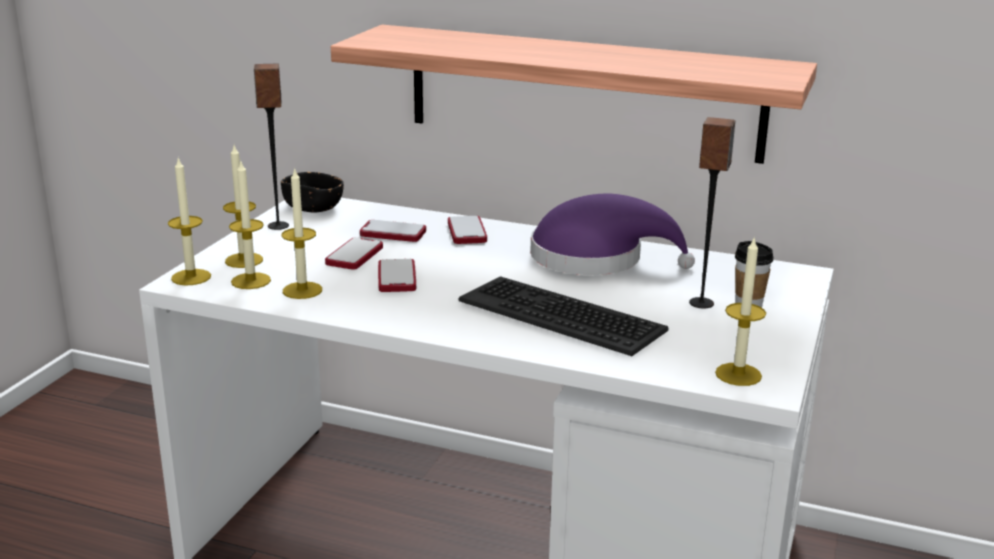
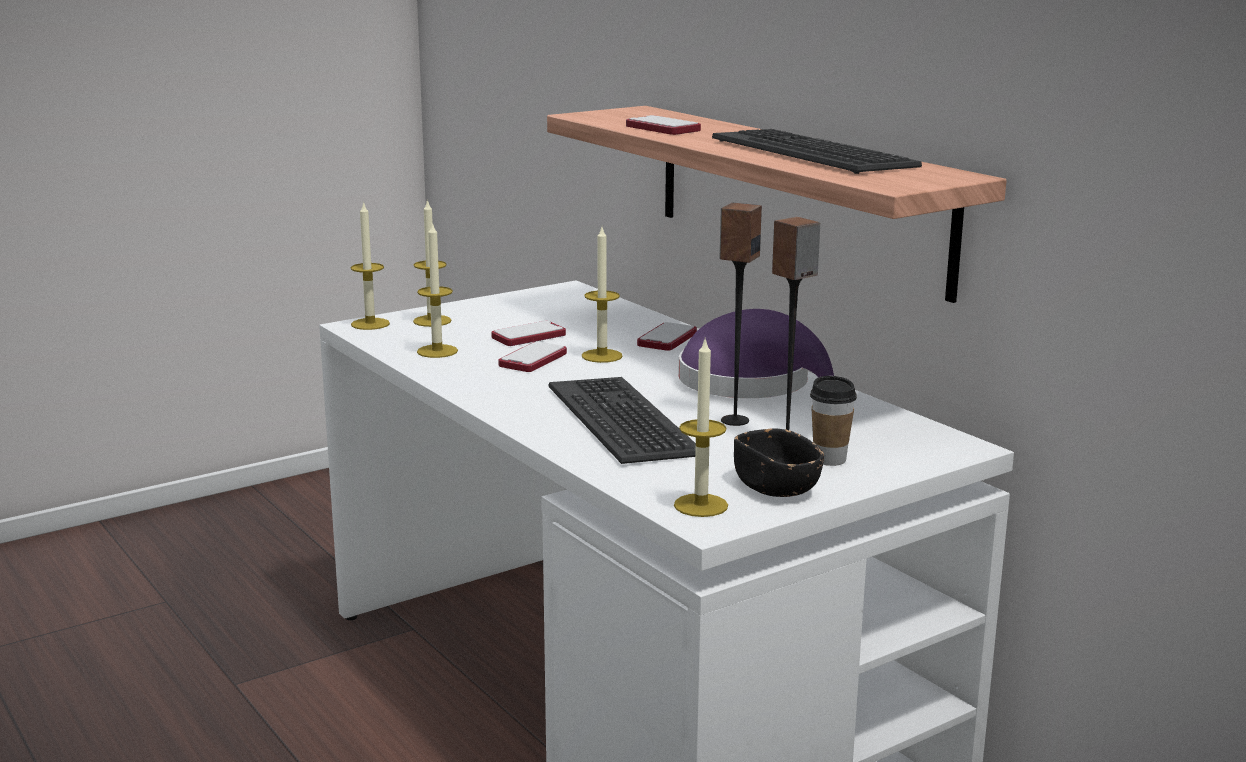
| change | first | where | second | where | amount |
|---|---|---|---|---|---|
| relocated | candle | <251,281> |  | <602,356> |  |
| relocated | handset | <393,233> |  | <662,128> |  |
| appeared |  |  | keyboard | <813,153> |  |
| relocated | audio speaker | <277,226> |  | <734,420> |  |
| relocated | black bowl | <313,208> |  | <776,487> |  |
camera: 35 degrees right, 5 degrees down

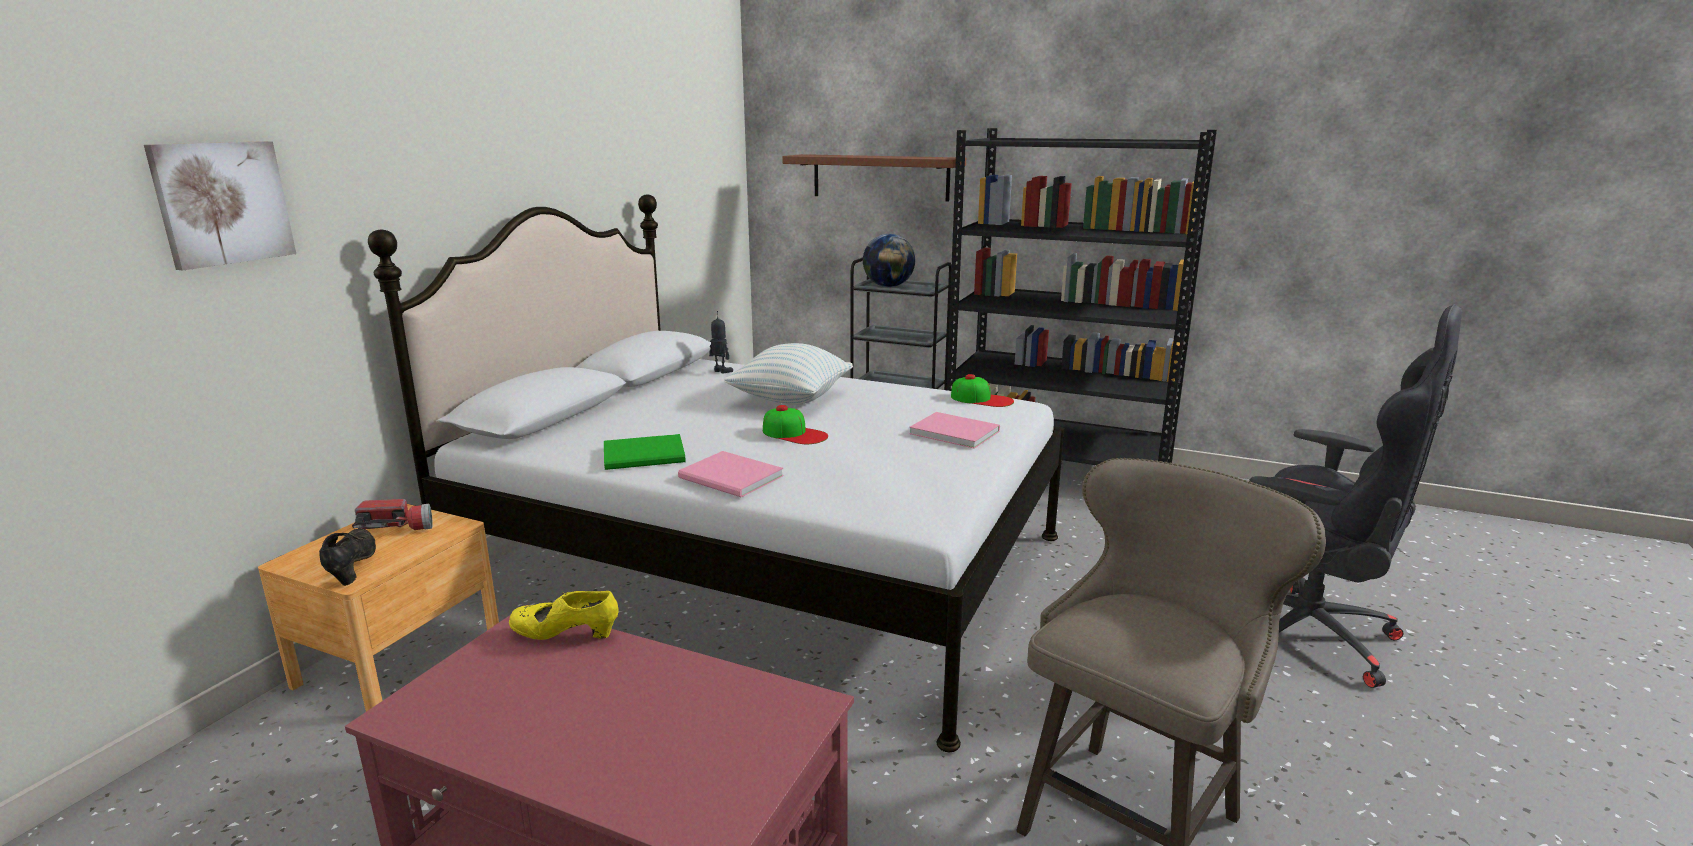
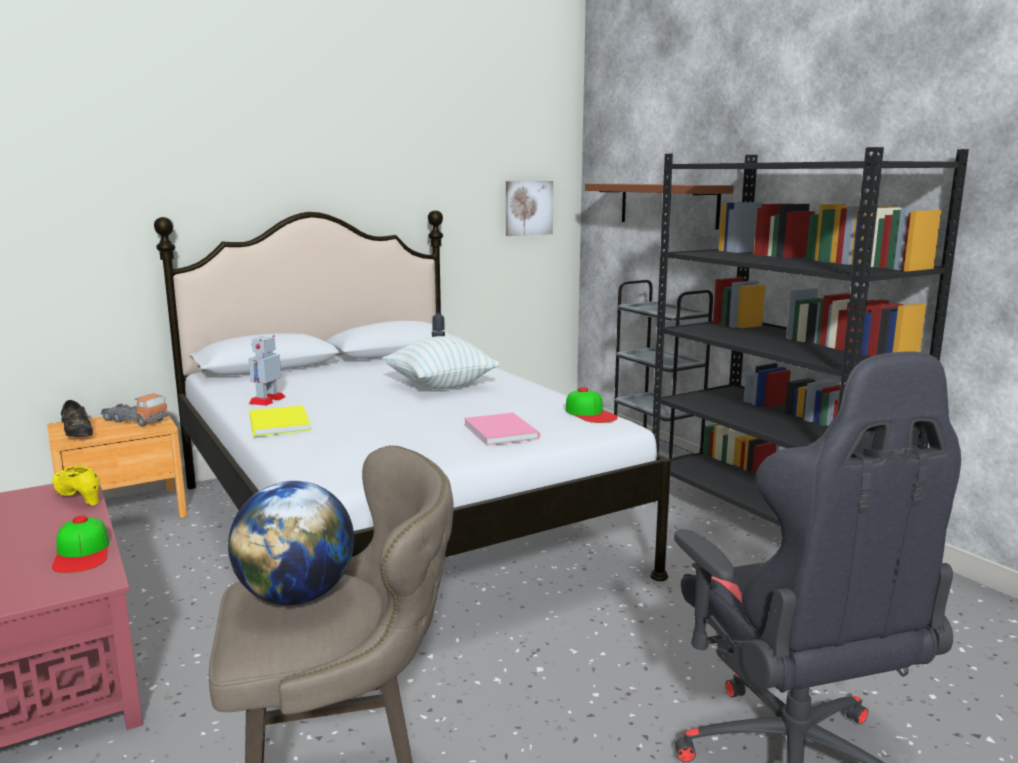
| change | first | where | second | where | amount |
|---|---|---|---|---|---|
| relocated | cap | <794,434> |  | <82,553> |  |
| spun | black item of footwear | <352,568> |  | <78,435> | 120 degrees clockwise |
| exchanged | torch | <397,528> | model truck | <135,421> |  |
| relocated | globe | <888,286> |  | <296,596> |  |
| exchanged | green bound book | <646,455> | robot figure | <267,400> |  |
| colour | pink-coloured bound book | <731,478> | yellow-coloured bound book | <277,424> |  |
| relocated | wall picture | <222,203> |  | <528,208> |  |
camera: 35 degrees right, 5 degrees down

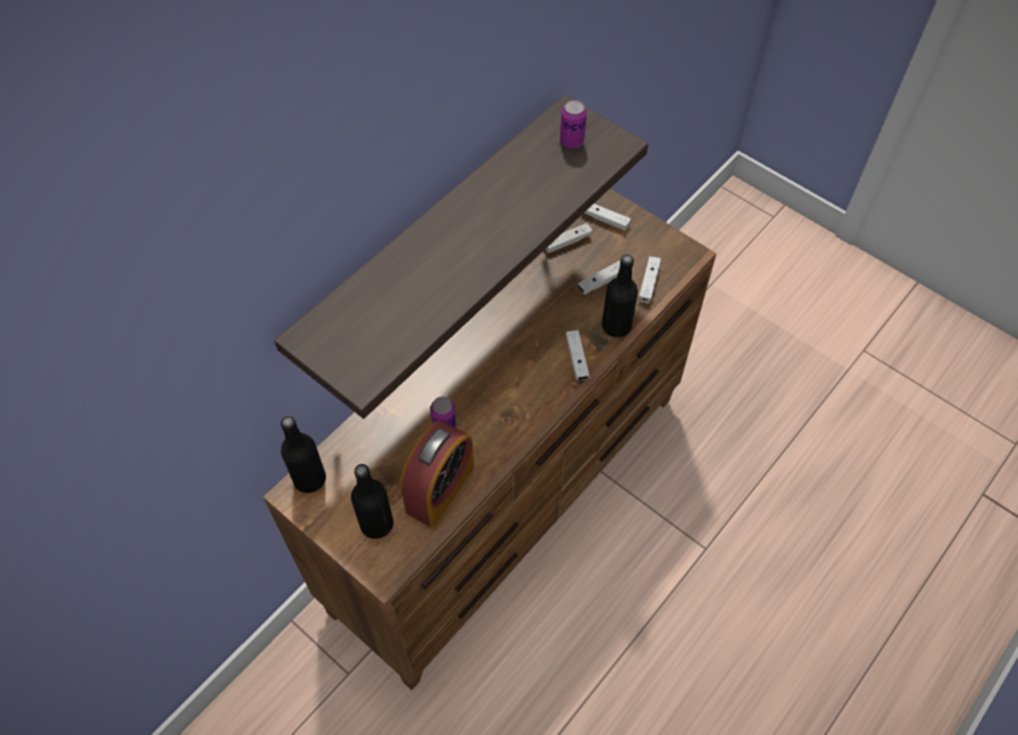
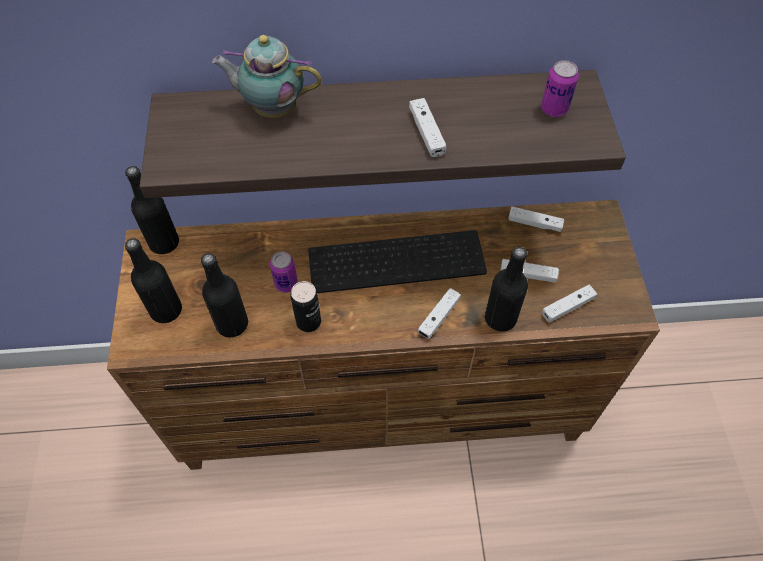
| change | first | where | second | where | amount |
|---|---|---|---|---|---|
| exchanged | bedside clock | <440,489> | black bottle | <232,324> |  |
| appeared |  |  | pot for tea | <272,108> |  |
| appeared |  |  | sealed can | <308,321> |  |
| appeared |  |  | keyboard | <398,259> |  |
| relocated | white-coloured gamepad | <605,220> |  | <426,133> |  |
camera: 45 degrees right, 0 degrees up

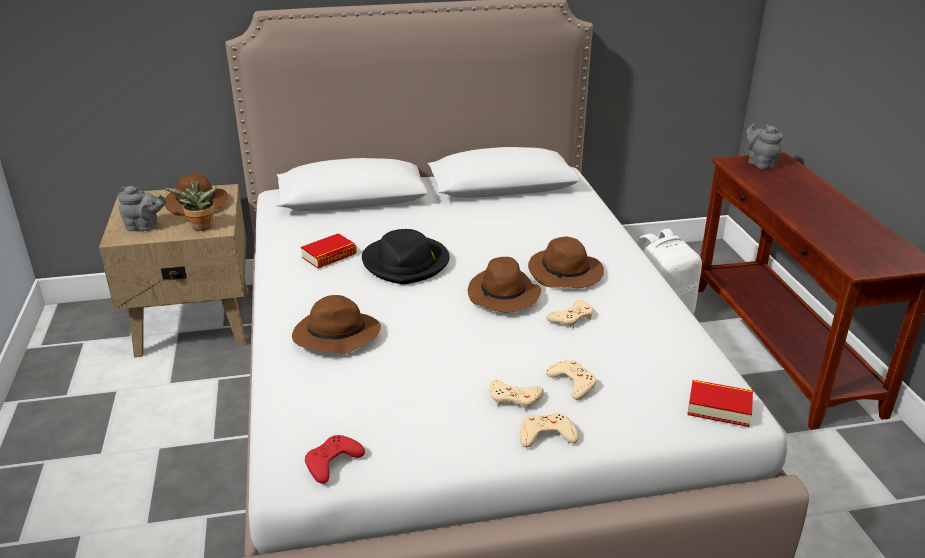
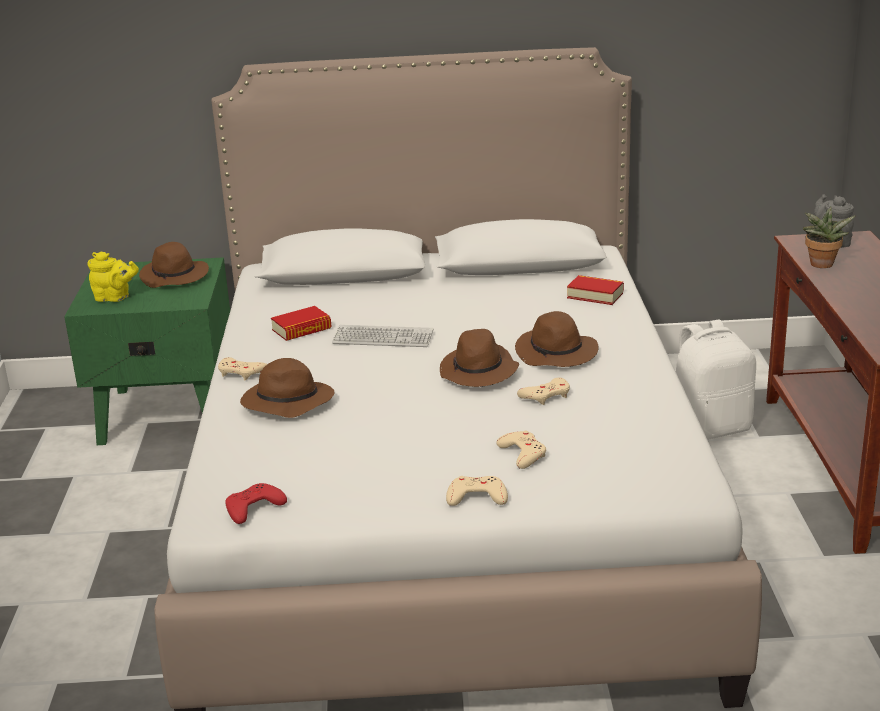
| change | first | where | second | where | amount |
|---|---|---|---|---|---|
| colour | beige-coloured night table | <196,322> | green night table | <169,413> |  |
| colour | grey pot for tea | <145,227> | yellow-coloured pot for tea | <115,298> |  |
| relocated | beige-coloured gamepad | <514,398> |  | <241,372> |  |
| exchanged | black clothing hat | <406,263> | keyboard | <383,338> |  |
| relocated | bound book | <719,408> |  | <595,295> |  |
| relocated | potted plant | <201,228> |  | <821,265> |  |
camera: 10 degrees right, 5 degrees down

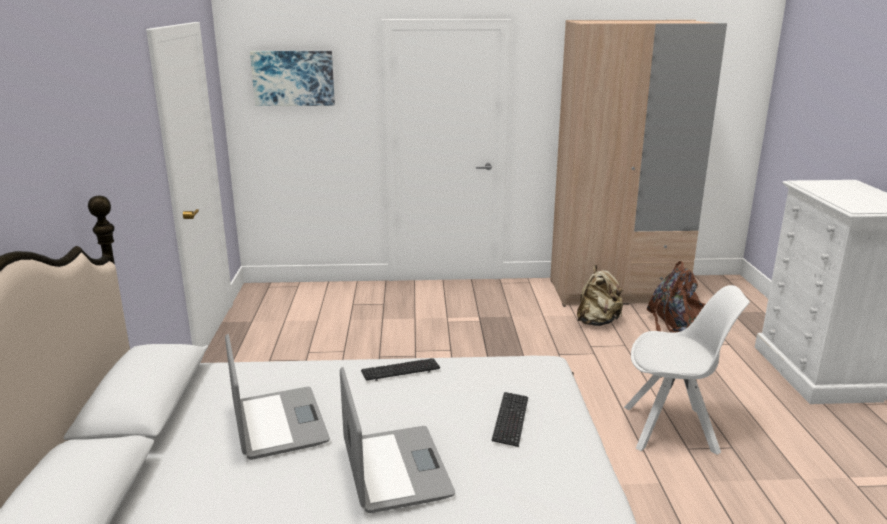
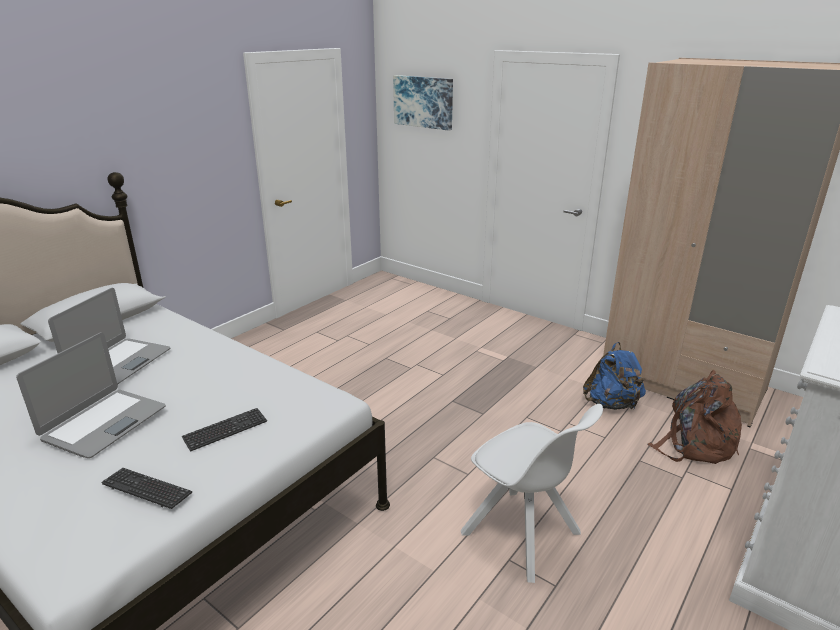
| change | first | where | second | where | amount |
|---|---|---|---|---|---|
| relocated | keyboard | <400,371> |  | <147,489> |  |
| colour | beige-coloured knapsack | <597,322> | bluish knapsack | <611,404> |  |
camera: 40 degrees right, 5 degrees up

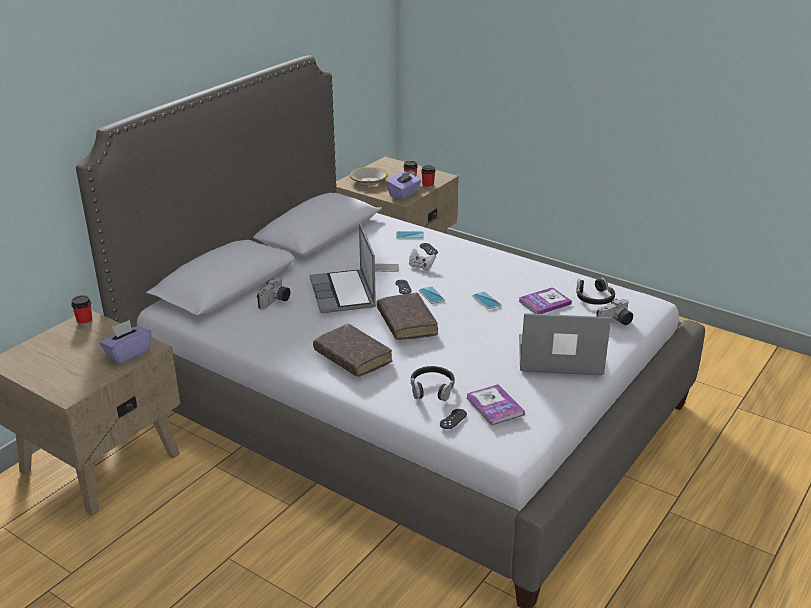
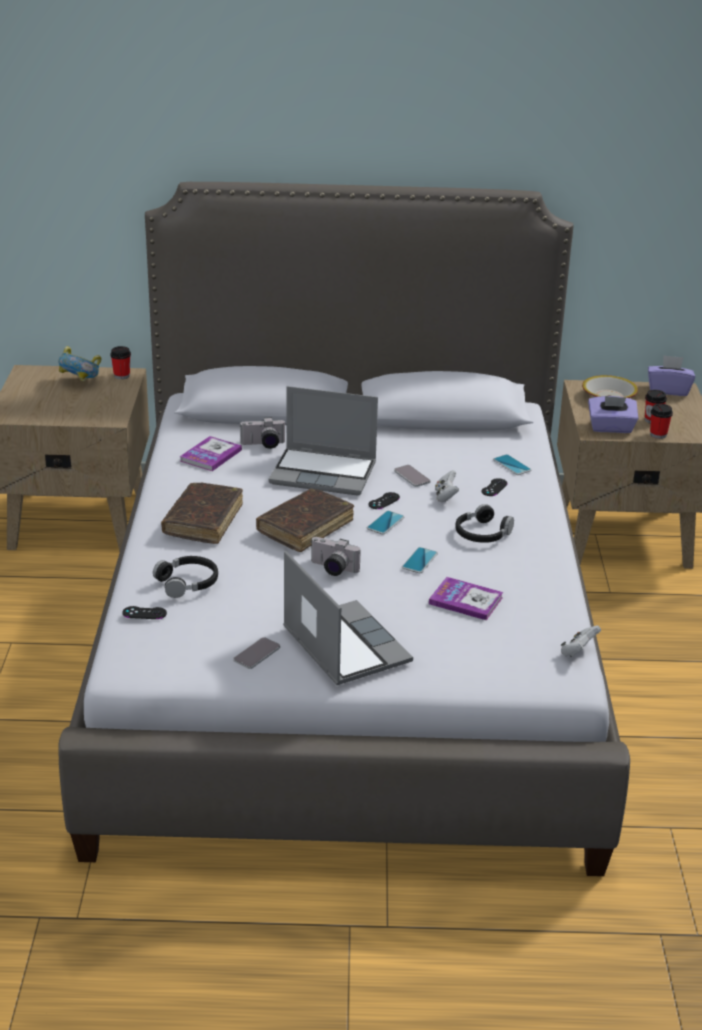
| change | first | where | second | where | amount |
|---|---|---|---|---|---|
| appeared |  |  | bowl | <80,383> |  |
| relocated | bound book | <494,406> |  | <211,455> |  |
| appeared |  |  | handset | <257,654> |  |
| spun | portable computer | <344,293> |  | <325,473> | 120 degrees counterclockwise |
| relocated | still camera | <615,323> |  | <332,569> |  |
| relocated | black headset | <594,298> |  | <482,533> |  |
| appeared |  |  | white-coloured gamepad | <578,652> |  |
| relocated | purple tissue box | <128,354> |  | <668,390> |  |
camera: 55 degrees right, 0 degrees up

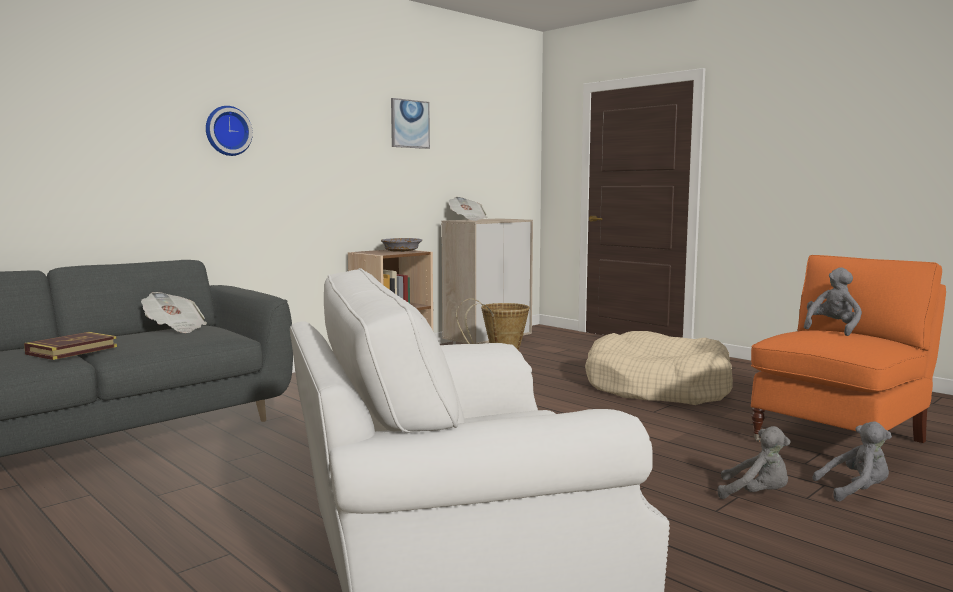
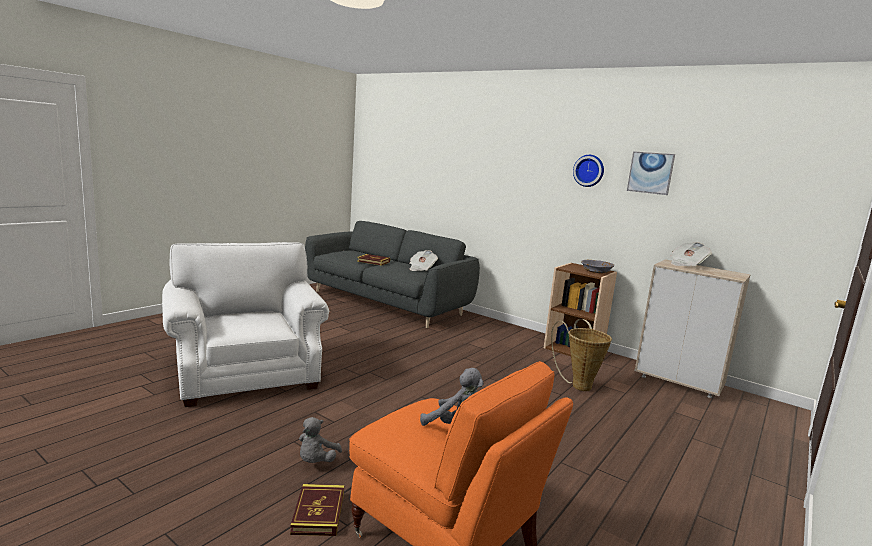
| change | first | where | second | where | amount |
|---|---|---|---|---|---|
| exchanged | grey soft toy | <855,491> | bound book | <318,513> |  |
| relocated | clock on the wall | <227,131> |  | <589,170> |  |
| missing | beige-coloured pet bed | <657,387> |  |  |  |
camera: 80 degrees right, 5 degrees up

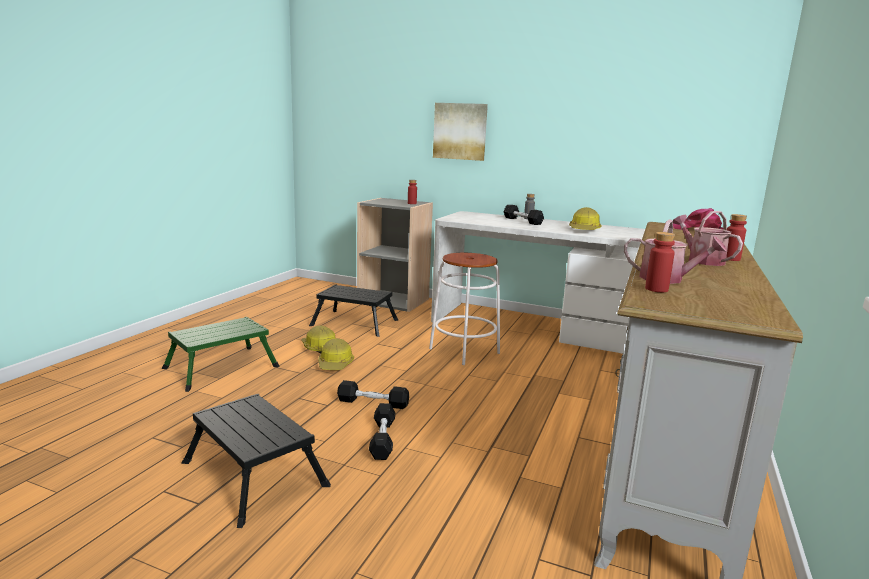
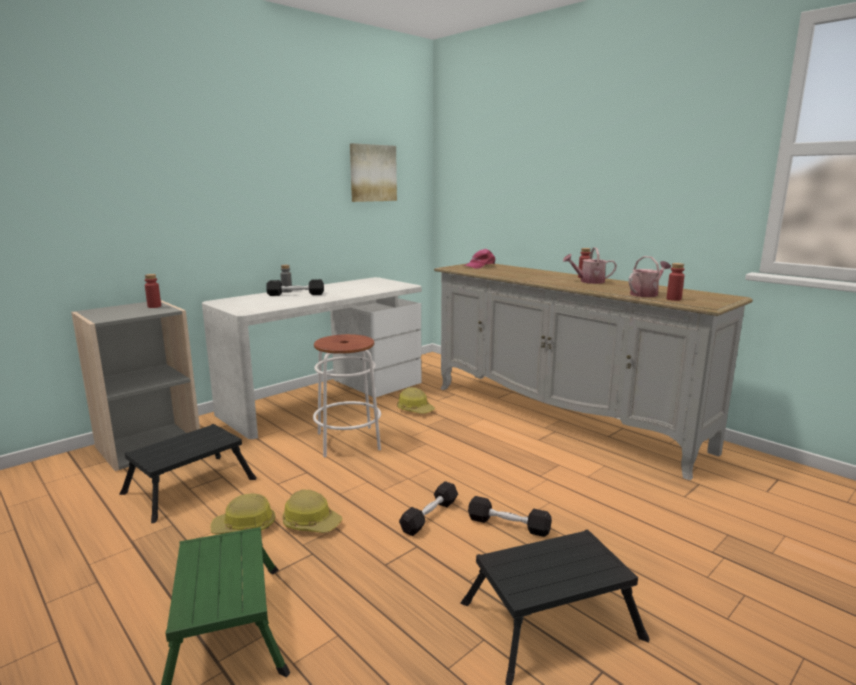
| change | first | where | second | where | amount |
|---|---|---|---|---|---|
| relocated | wall picture | <460,131> |  | <372,173> |  |
| relocated | work helmet | <584,230> |  | <415,409> |  |
camera: 65 degrees left, 0 degrees up

